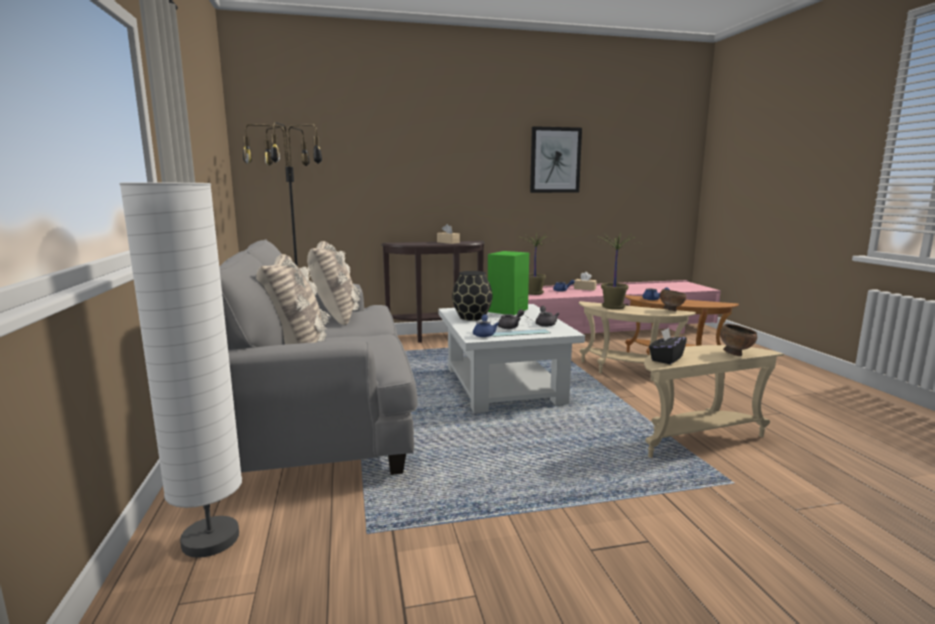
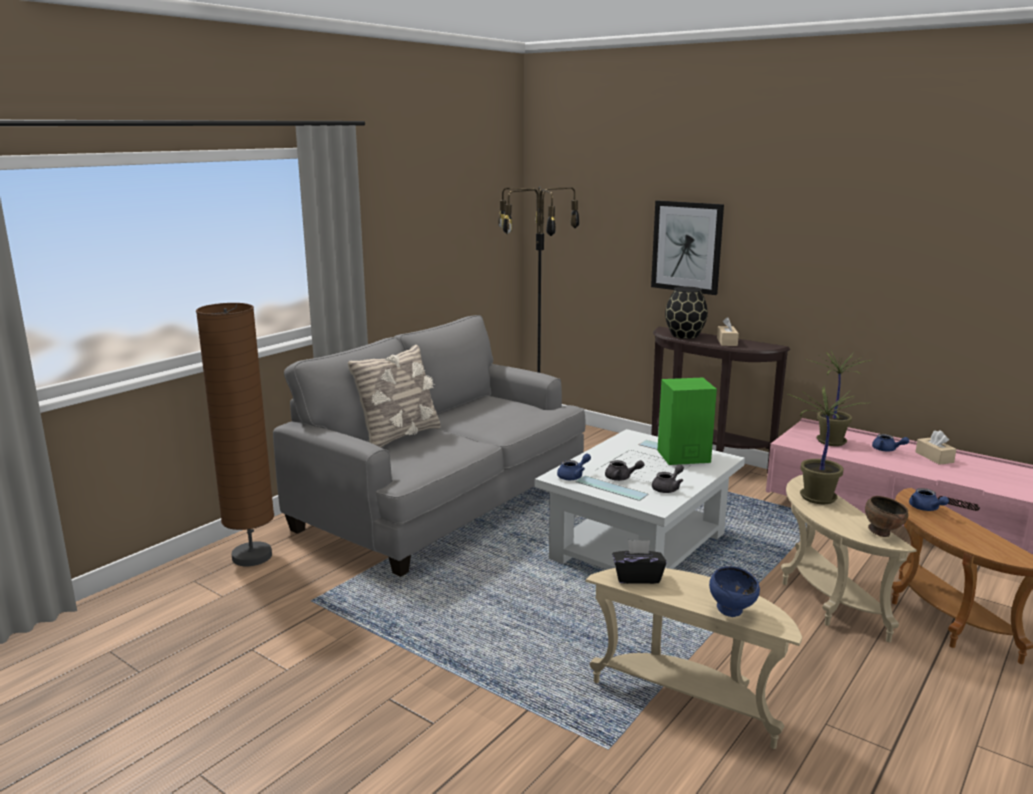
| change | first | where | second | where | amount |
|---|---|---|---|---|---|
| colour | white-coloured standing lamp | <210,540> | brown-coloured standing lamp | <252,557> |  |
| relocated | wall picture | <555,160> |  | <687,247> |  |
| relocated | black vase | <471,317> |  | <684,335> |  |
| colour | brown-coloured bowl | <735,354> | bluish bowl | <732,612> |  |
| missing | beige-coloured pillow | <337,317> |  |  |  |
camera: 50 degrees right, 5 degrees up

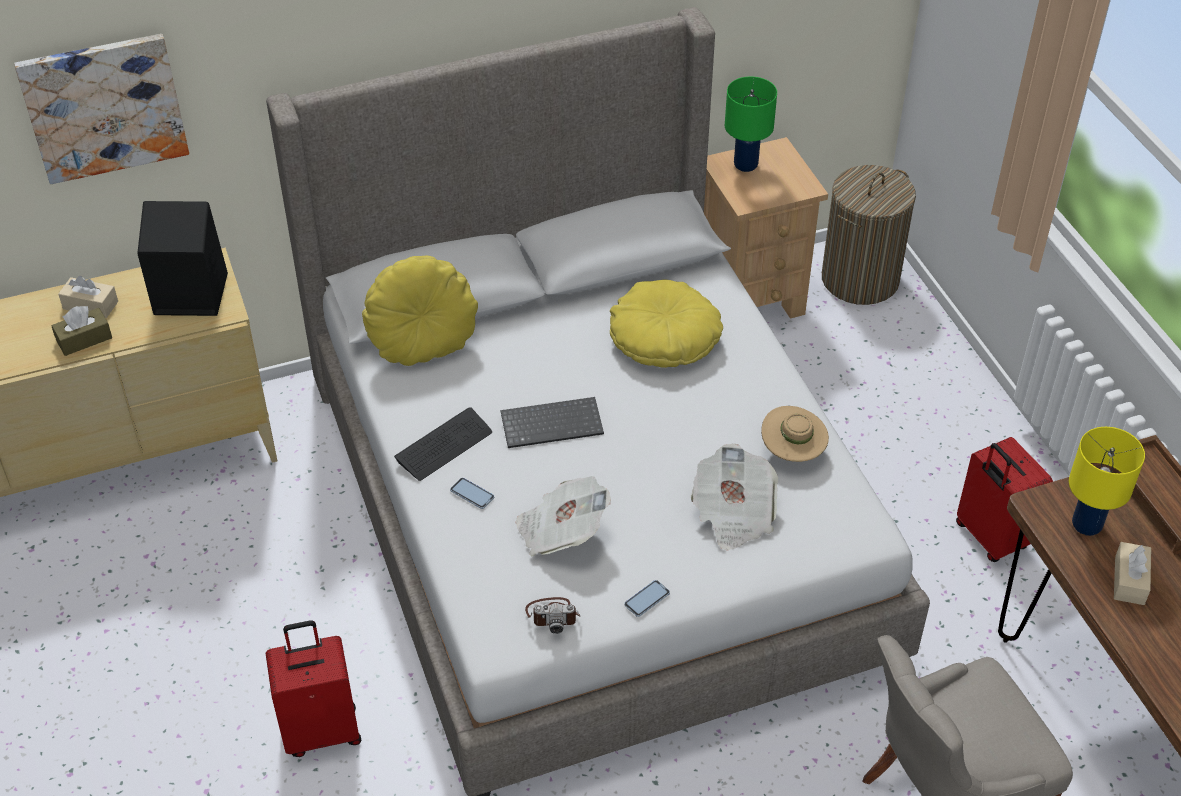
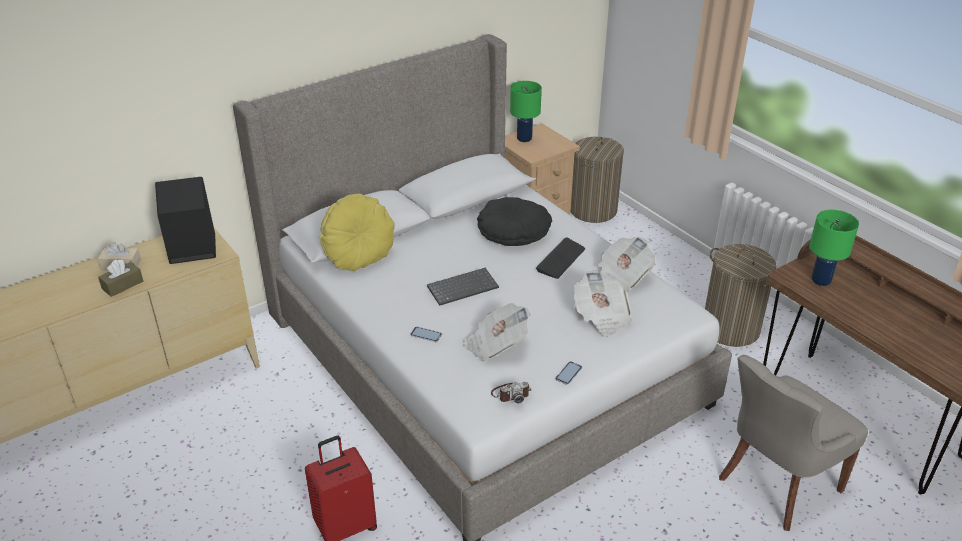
| change | first | where | second | where | amount |
|---|---|---|---|---|---|
| colour | yellow-coloured pillow | <662,338> | black pillow | <512,232> |  |
| relocated | keyboard | <444,446> |  | <561,259> |  |
| exchanged | beige-coloured clothing hat | <792,451> | newspaper | <621,277> |  |
| exchanged | reddish piece of luggage | <990,537> | washing basket | <730,328> |  |
| colour | yellow-coloured lamp for a table | <1088,526> | green lamp for a table | <822,281> |  |
| missing | wall picture | <104,107> |  |  |  |
| missing | beige-coloured tissue box | <1129,580> |  |  |  |
camera: 15 degrees left, 10 degrees down

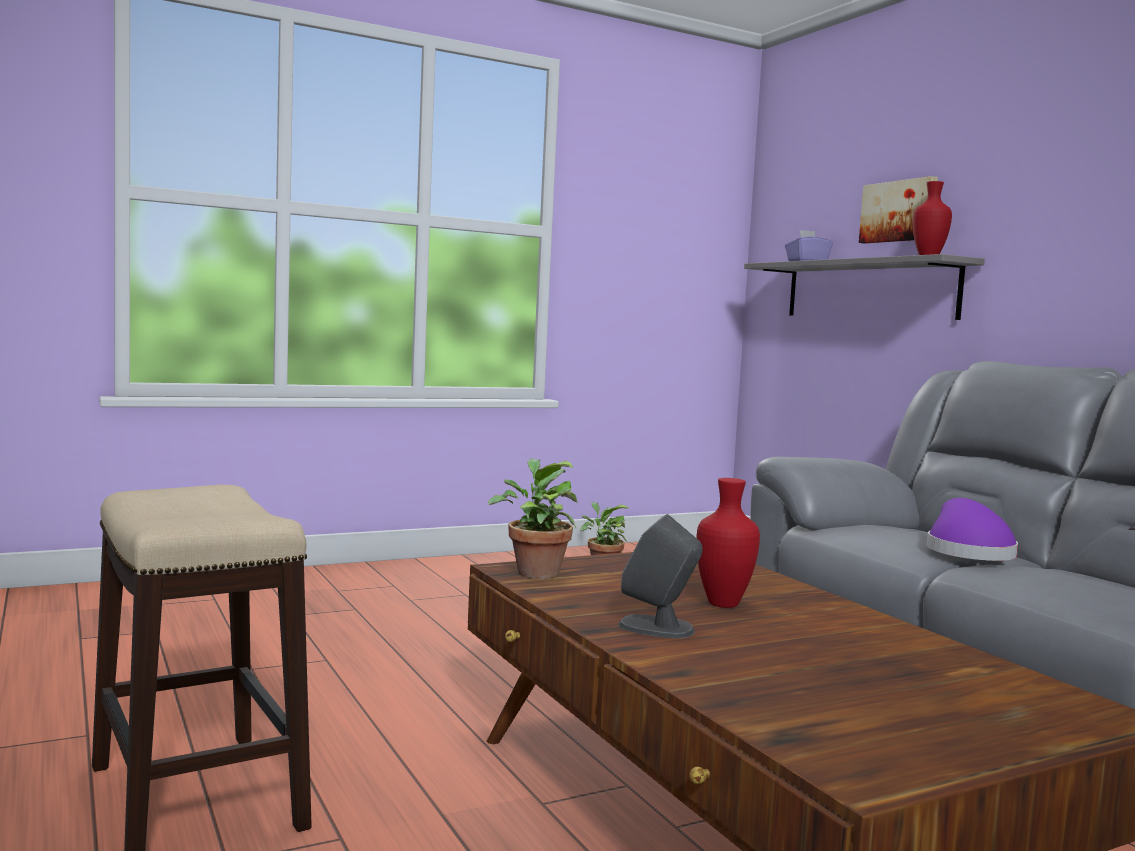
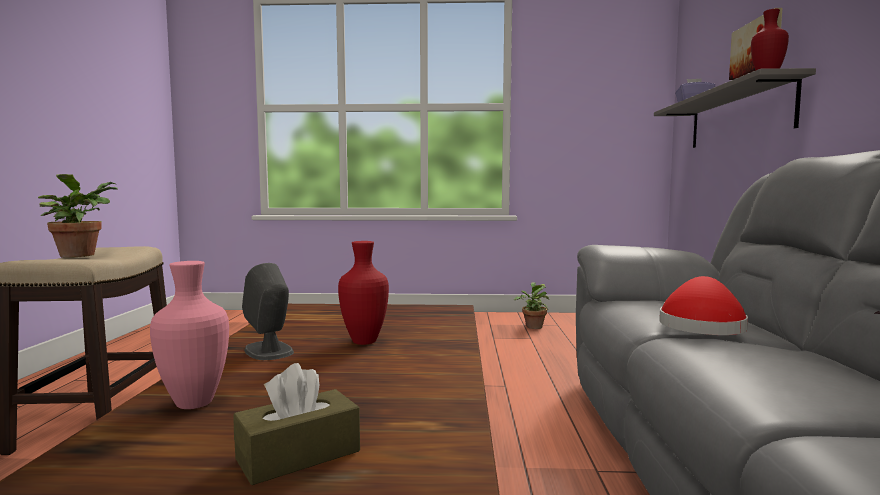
| change | first | where | second | where | amount |
|---|---|---|---|---|---|
| relocated | potted plant | <535,572> |  | <80,255> |  |
| appeared |  |  | pink-coloured vase | <192,403> |  |
| appeared |  |  | brown-coloured tissue box | <298,455> |  |
| colour | purple clothing hat | <966,552> | reddish clothing hat | <701,326> |  |
camera: 30 degrees right, 0 degrees up

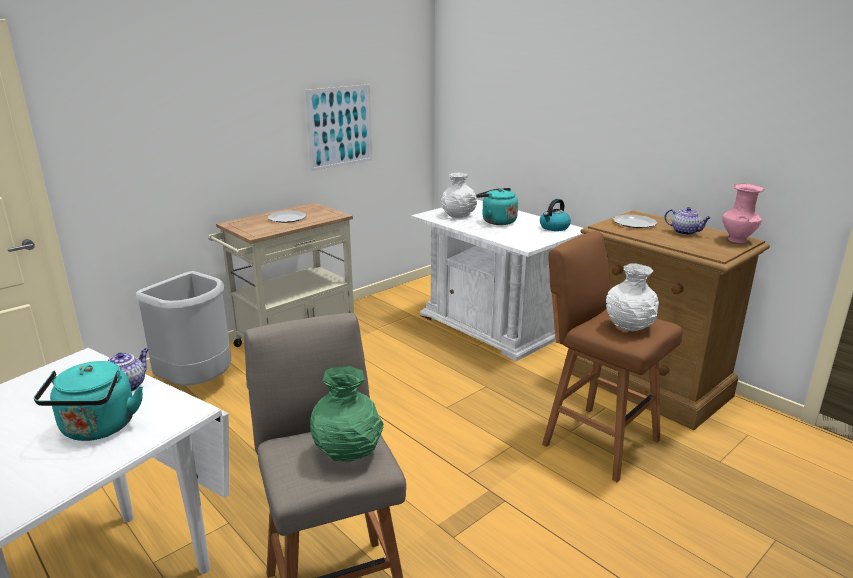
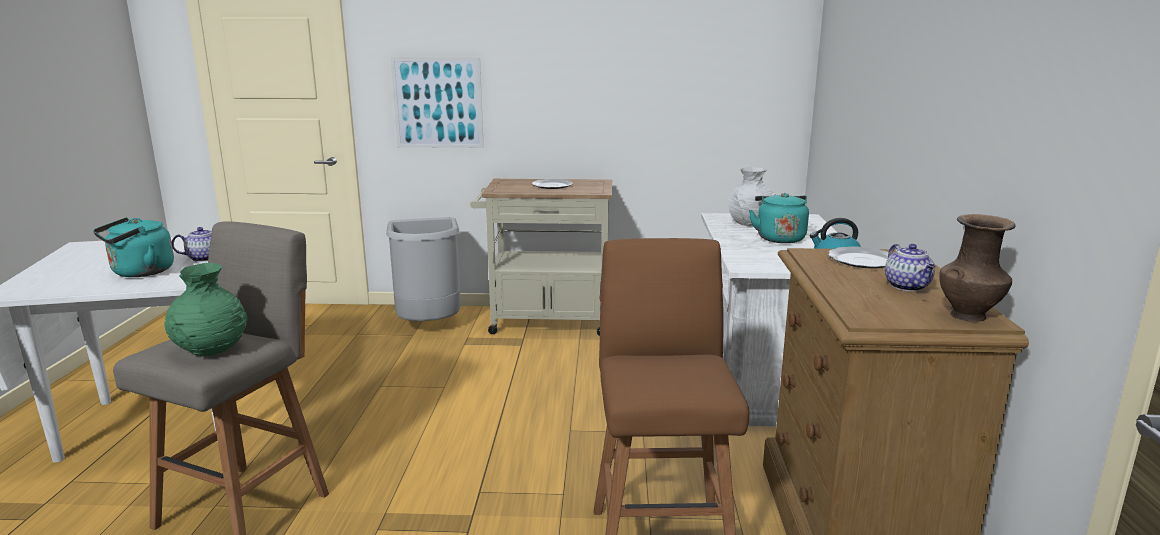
| change | first | where | second | where | amount |
|---|---|---|---|---|---|
| relocated | wall picture | <340,127> |  | <438,103> |  |
| colour | pink-coloured vase | <737,240> | brown-coloured vase | <968,315> |  |
| missing | white-coloured vase | <629,326> |  |  |  |
camera: 45 degrees right, 5 degrees down

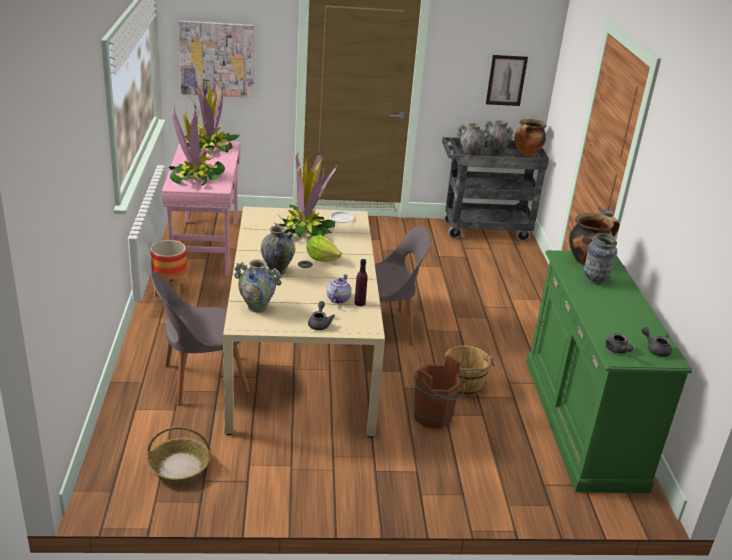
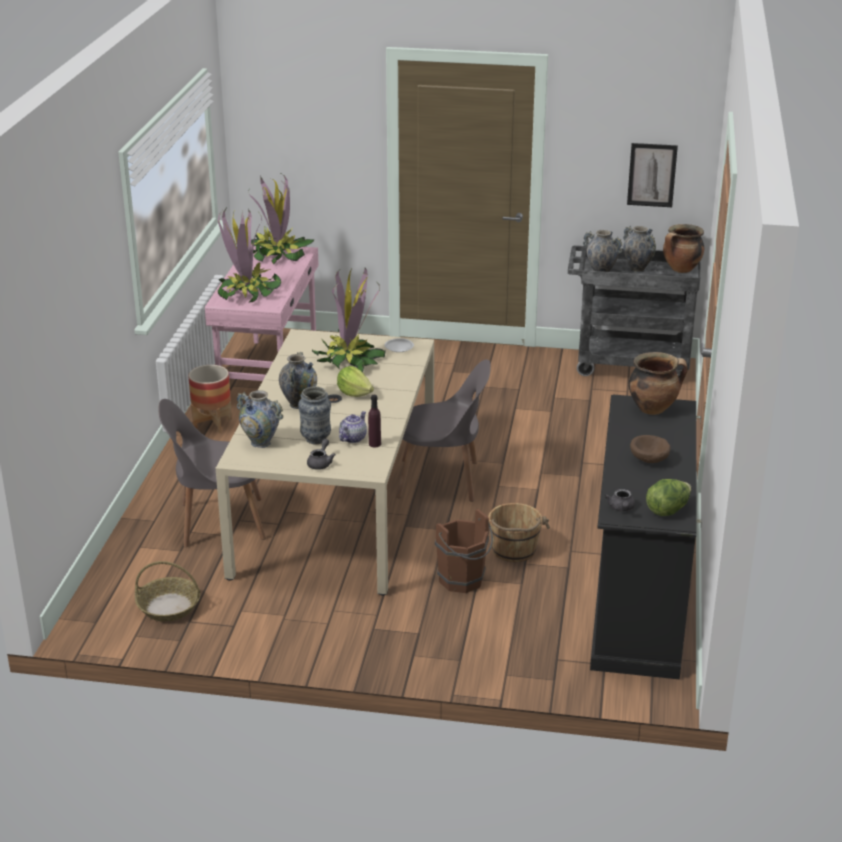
| change | first | where | second | where | amount |
|---|---|---|---|---|---|
| relocated | vase | <595,280> |  | <316,439> |  |
| colour | green cabinet | <582,421> | black cabinet | <638,599> |  |
| appeared |  |  | brown-coloured bowl | <649,460> |  |
| exchanged | grey pot for tea | <655,349> | lettuce | <668,510> |  |
| missing | wall picture | <217,59> |  |  |  |
camera: 15 degrees right, 0 degrees up

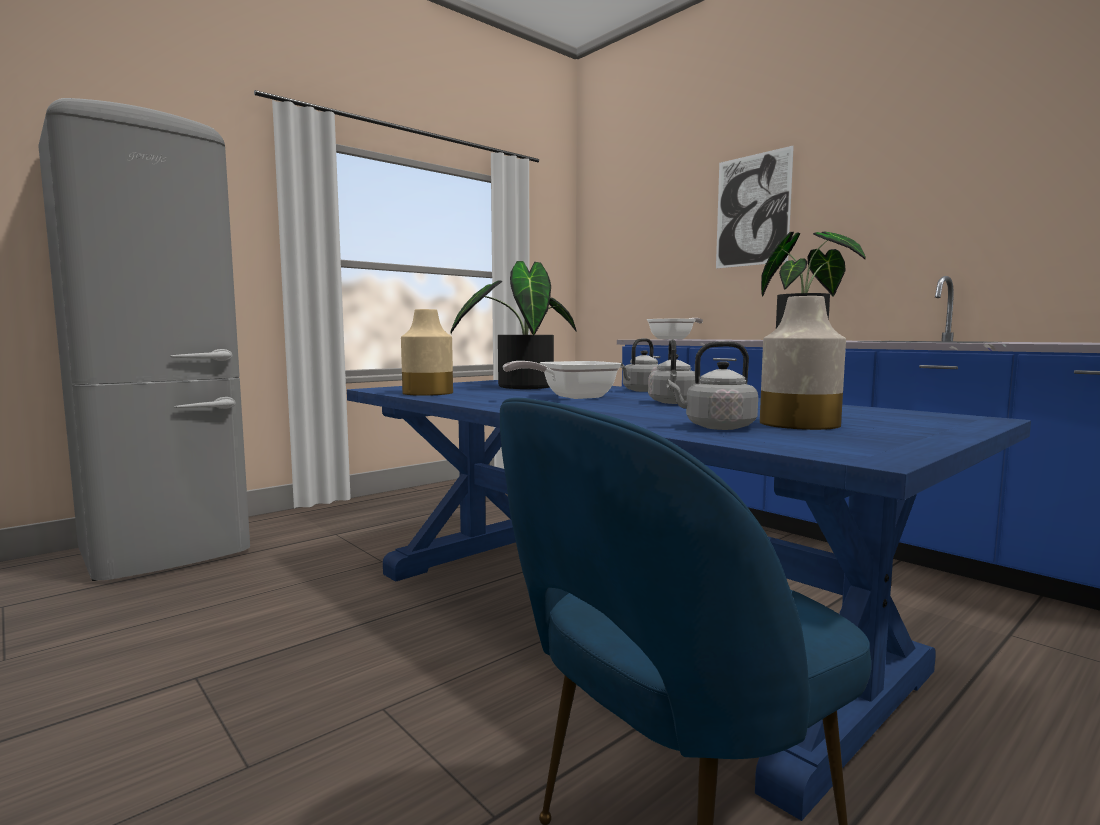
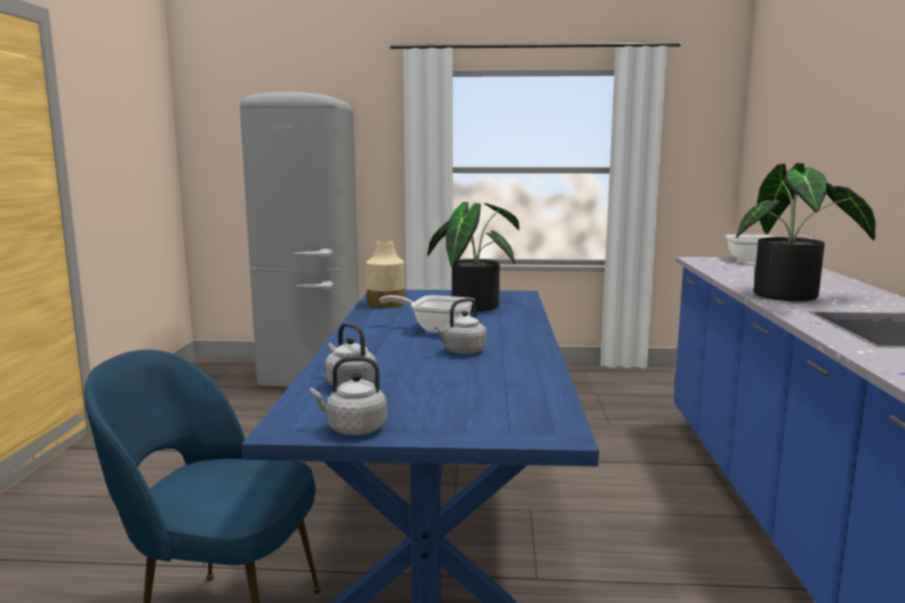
| change | first | where | second | where | amount |
|---|---|---|---|---|---|
| relocated | grey kettle | <641,391> |  | <353,429> |  |
| missing | wall picture | <752,210> |  |  |  |
| missing | beige-coloured vase | <798,423> |  |  |  |
camera: 45 degrees right, 5 degrees up

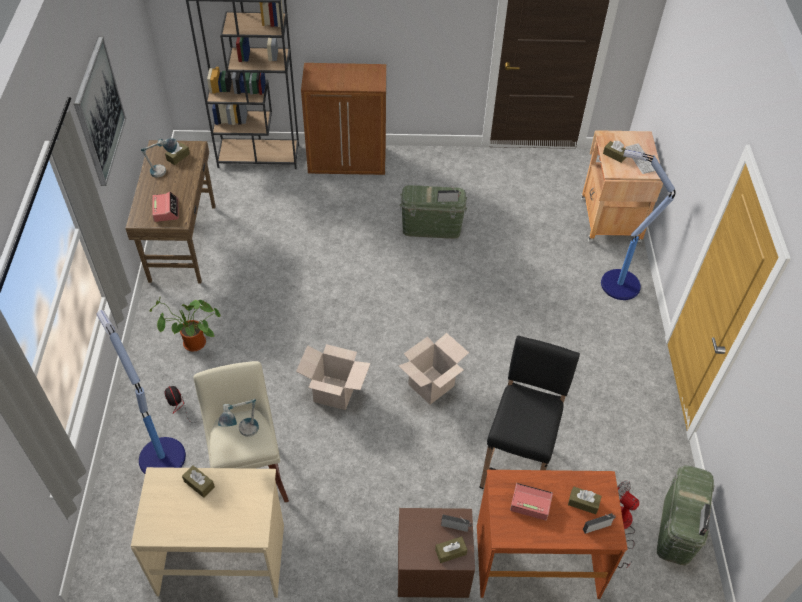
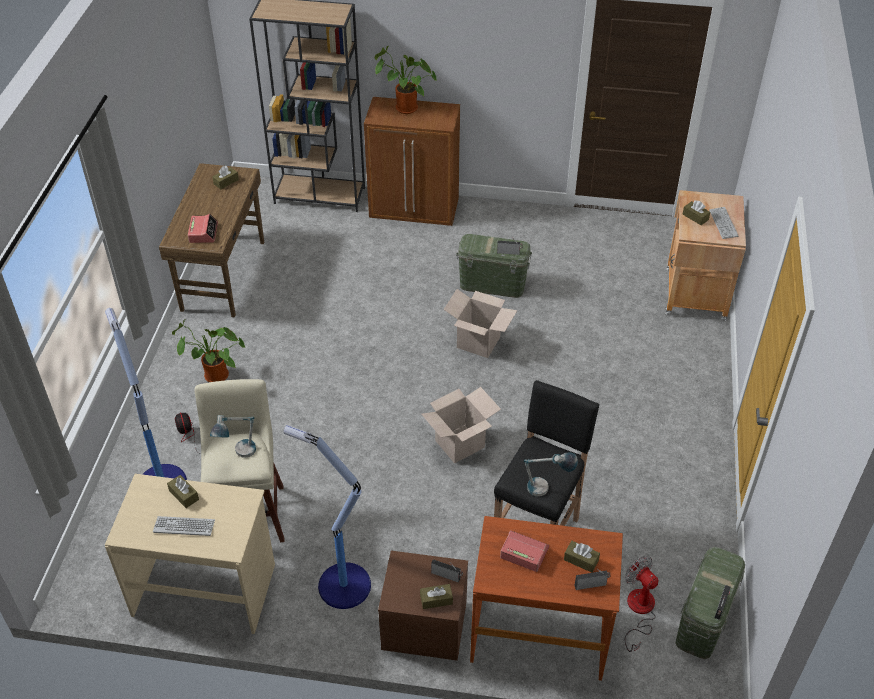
| change | first | where | second | where | amount |
|---|---|---|---|---|---|
| appeared |  |  | keyboard | <184,526> |  |
| relocated | standing lamp | <618,284> |  | <342,585> |  |
| appeared |  |  | potted plant | <404,109> |  |
| relocated | cardboard box | <334,393> |  | <478,342> |  |
| relocated | lamp for a table | <165,172> |  | <547,489> |  |
| missing | wall picture | <99,111> |  |  |  |
camera: 10 degrees right, 5 degrees down

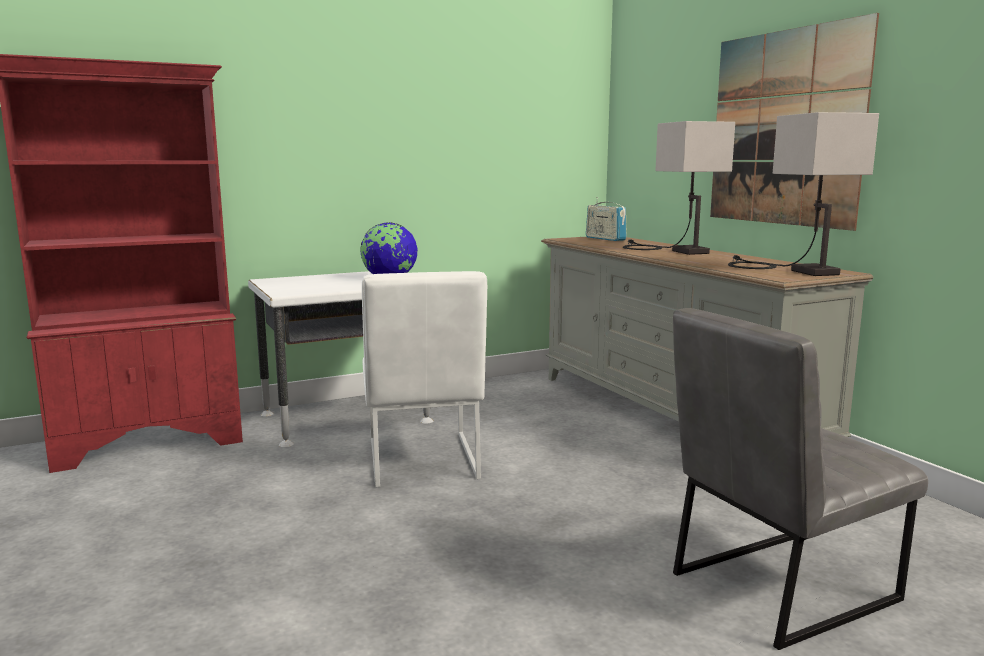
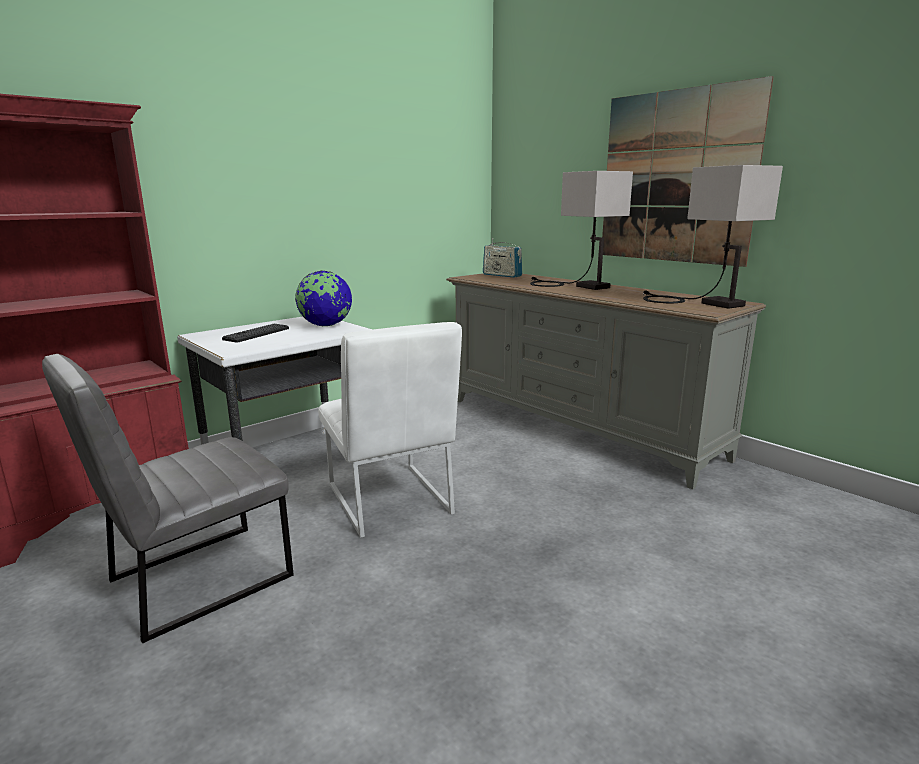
| change | first | where | second | where | amount |
|---|---|---|---|---|---|
| relocated | grey chair | <778,587> |  | <195,579> |  |
| appeared |  |  | keyboard | <257,334> |  |
camera: 15 degrees left, 5 degrees up

